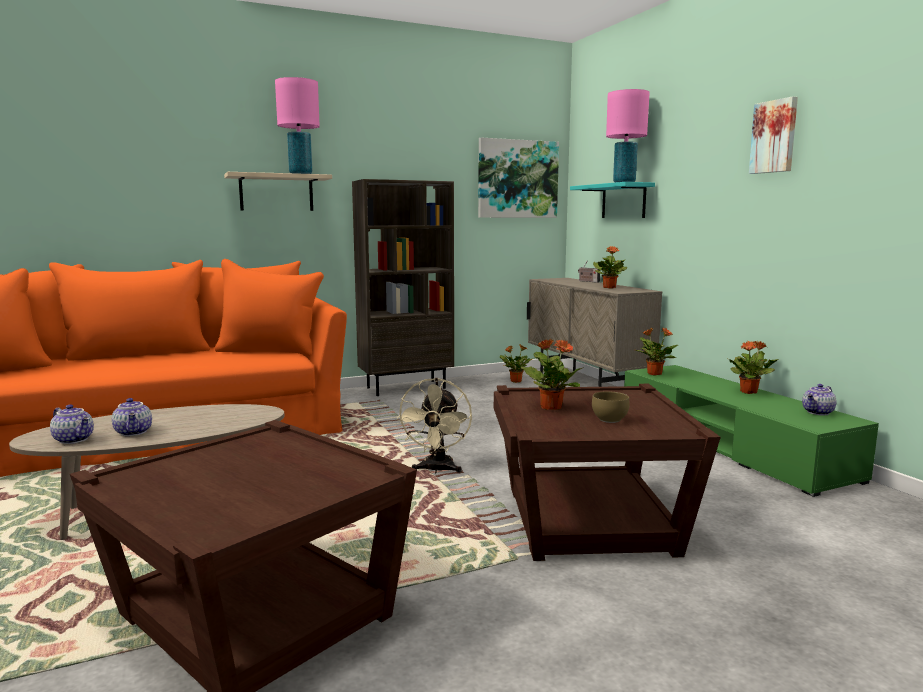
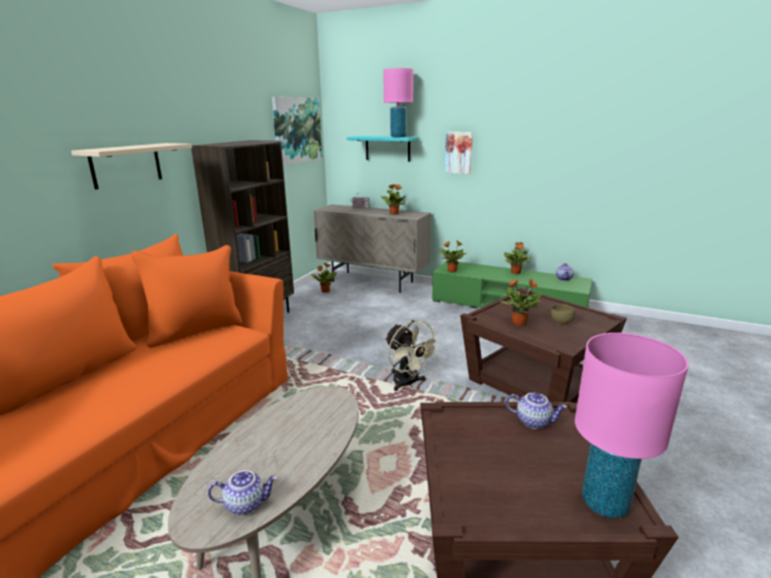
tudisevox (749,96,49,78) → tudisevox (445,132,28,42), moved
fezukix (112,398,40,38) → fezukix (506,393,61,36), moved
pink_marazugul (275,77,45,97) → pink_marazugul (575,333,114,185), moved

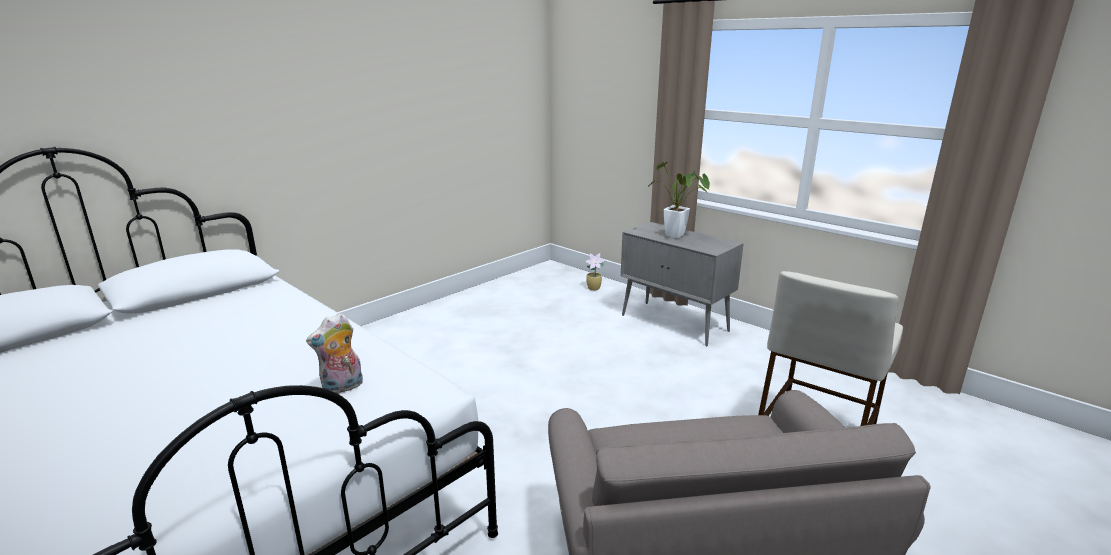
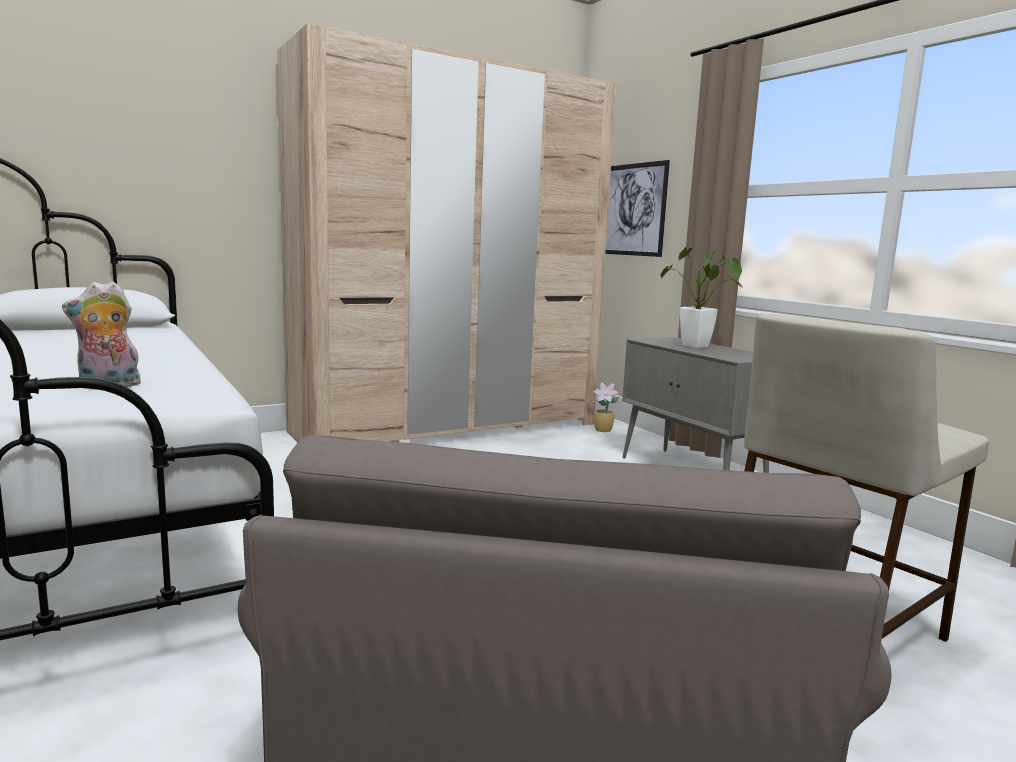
- → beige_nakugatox (277,24,340,419)
- → tudisevox (605,160,65,97)

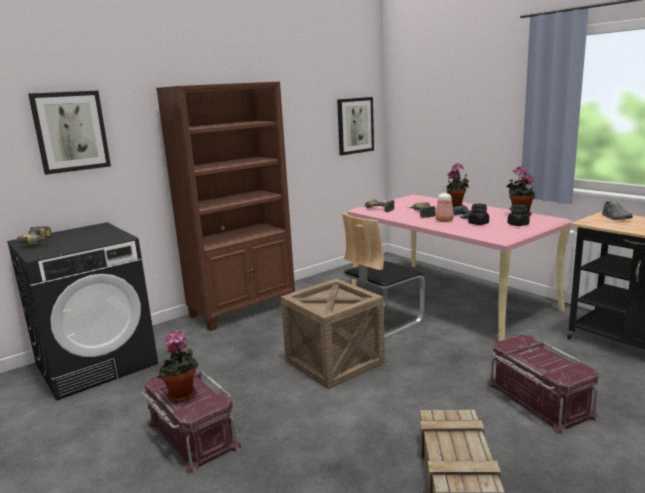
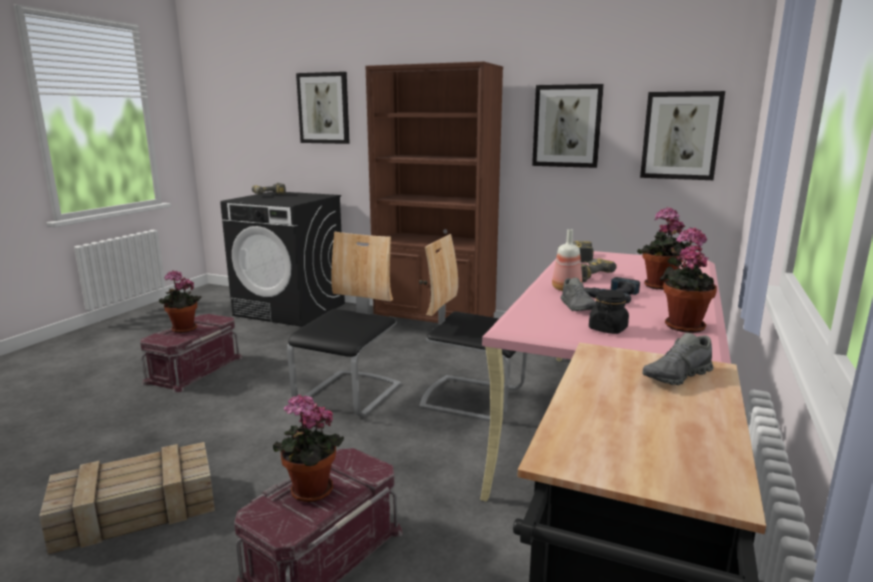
- → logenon (273,394,71,109)
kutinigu (281,279,104,111) → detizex (287,232,114,185)
- → tudisevox (532,84,72,84)
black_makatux (468,204,21,21) → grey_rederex (561,277,35,34)

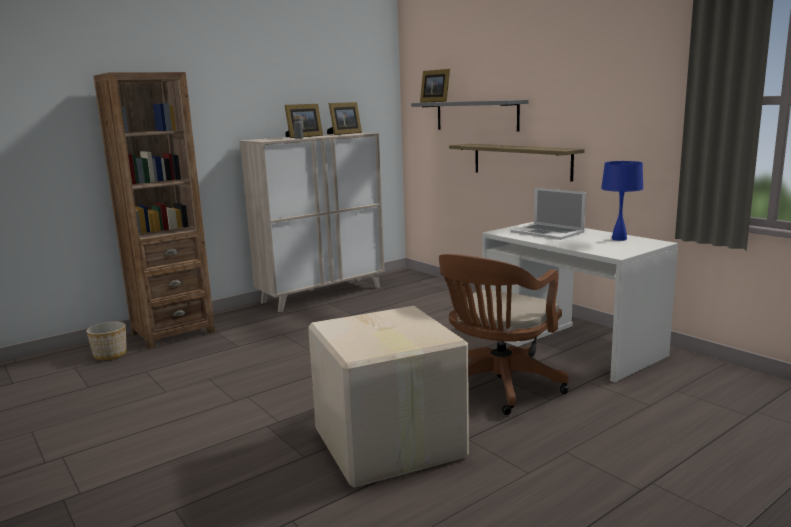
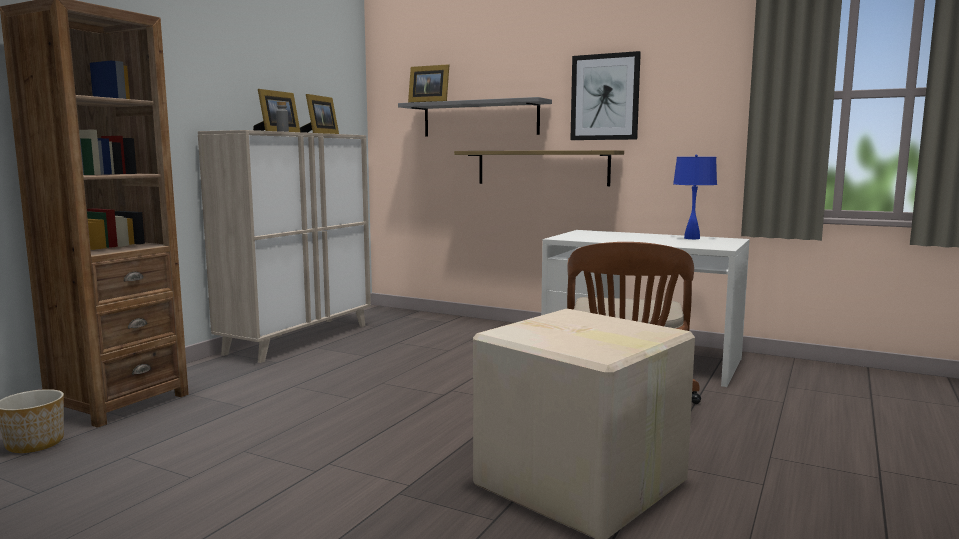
- → tudisevox (570,51,71,89)
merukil (511,188,75,52) → -

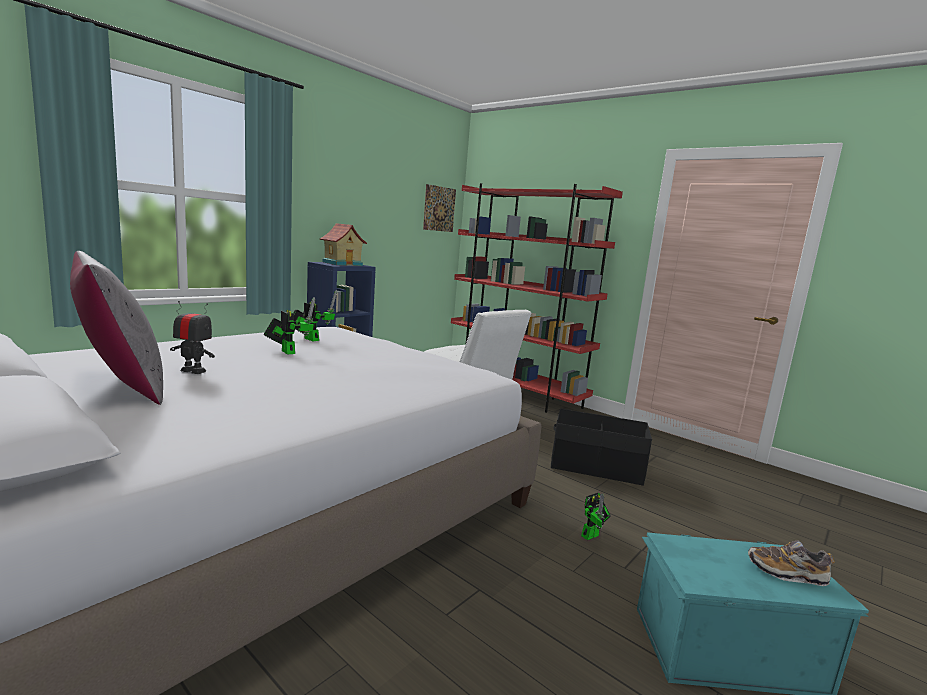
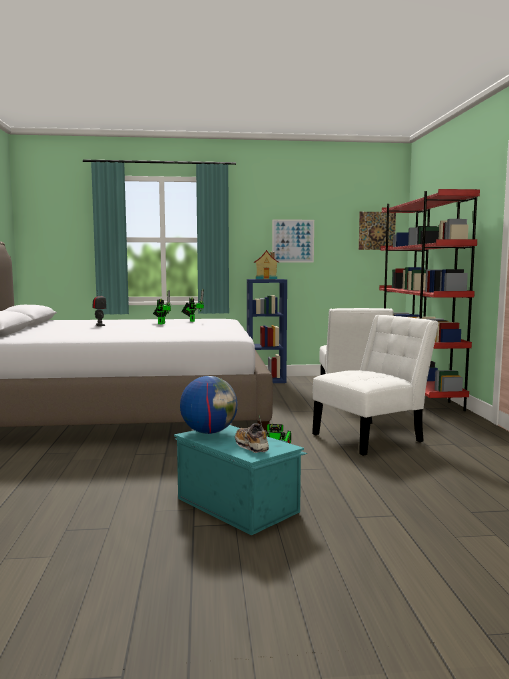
- → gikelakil (180,376,58,58)
- → tudisevox (272,219,42,44)
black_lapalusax (551,408,101,78) → white_detizex (312,315,127,141)
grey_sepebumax (70,251,93,154) → -

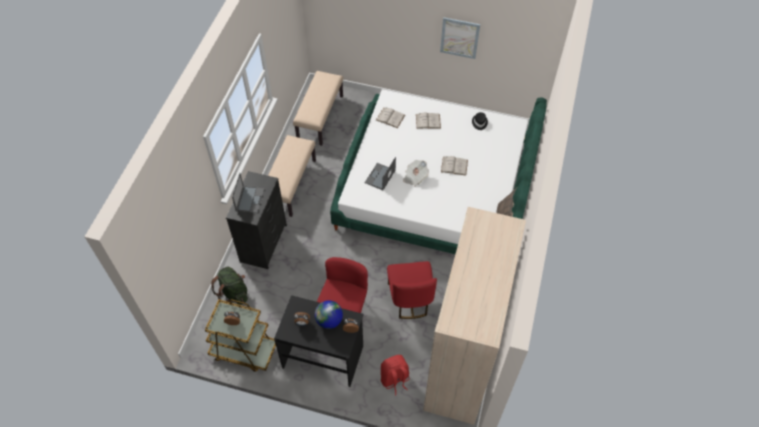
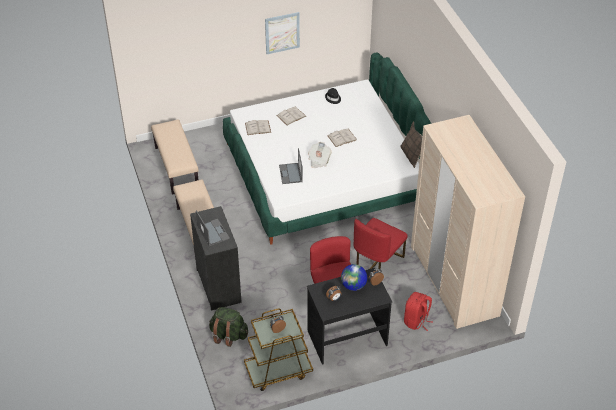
red_detizex (387,261,50,58) → red_detizex (354,218,54,51), 75 degrees clockwise

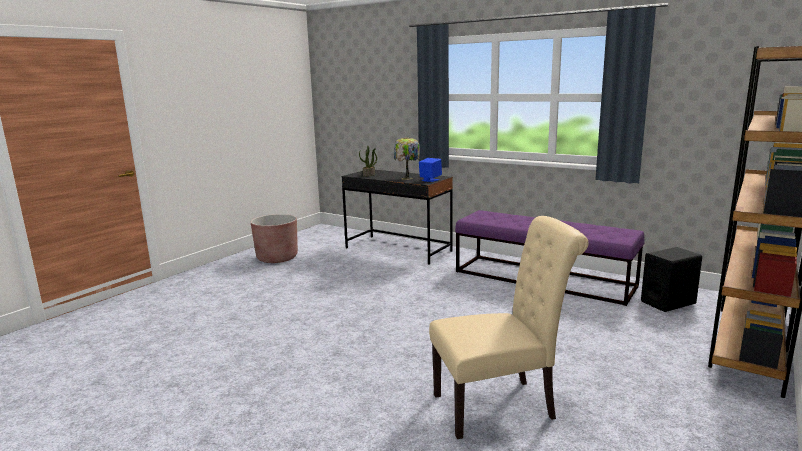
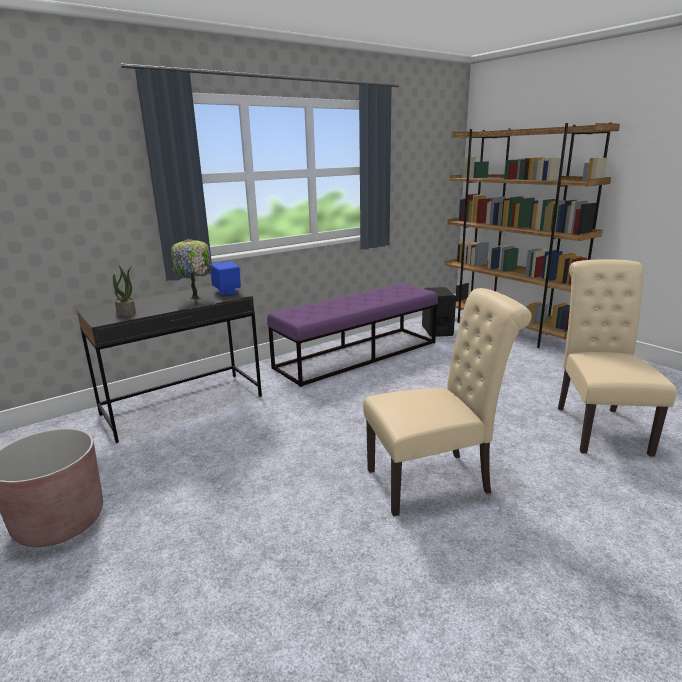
- → beige_detizex (363,288,169,229)

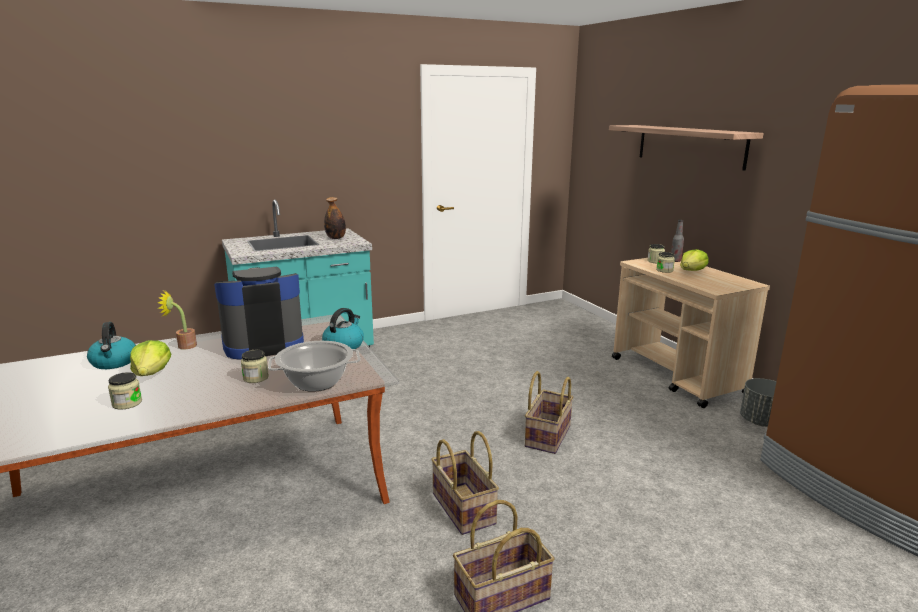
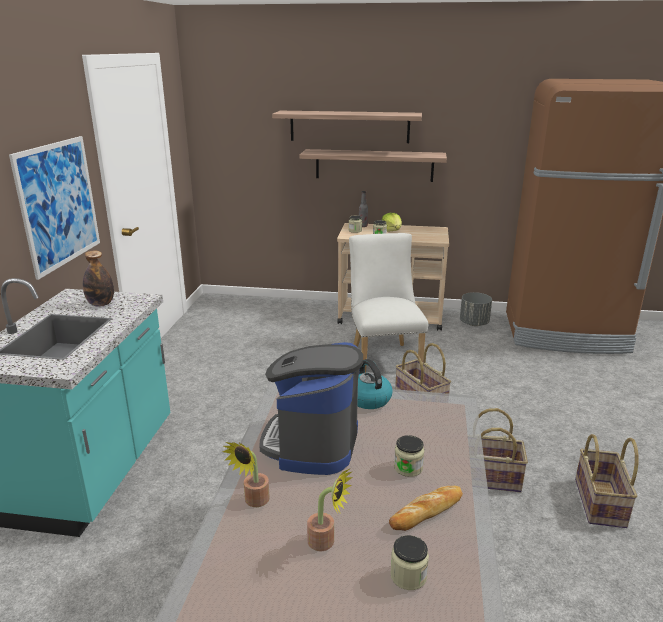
- → tudisevox (9,136,91,144)
- → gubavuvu (300,149,147,33)
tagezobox (130,340,41,36) → logenon (307,468,46,83)
- → white_detizex (349,233,79,140)
- → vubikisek (389,486,74,45)
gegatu (87,322,49,47) → -
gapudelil (268,341,92,51) → -

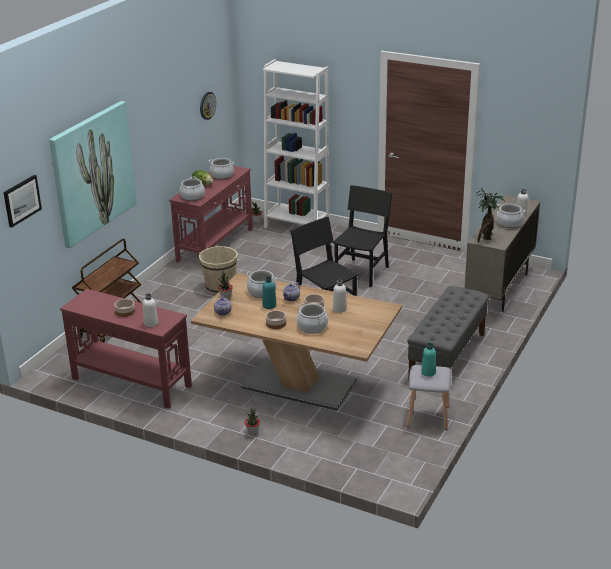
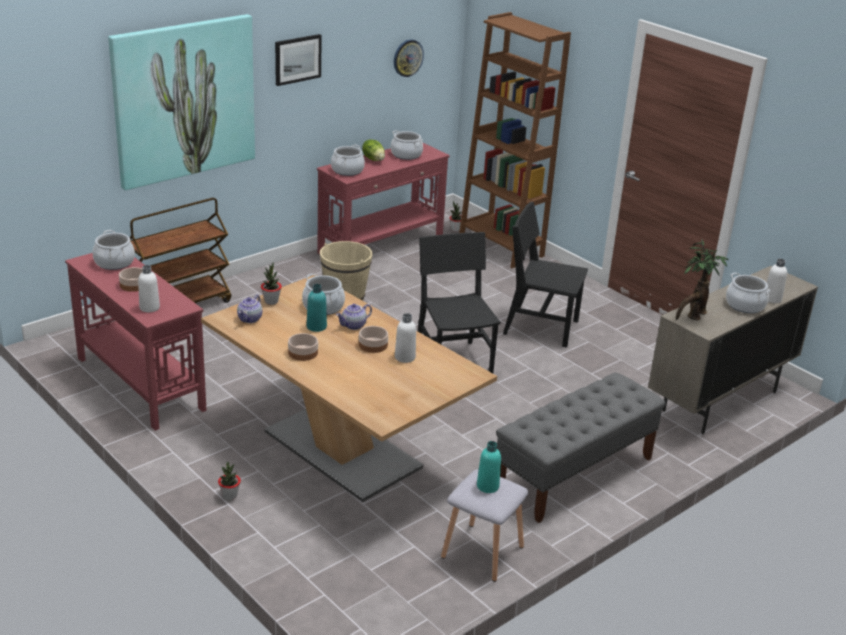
gapudelil (297,303,31,31) → gapudelil (93,230,42,40), moved
tudisevox (3,175,39,52) → tudisevox (275,34,47,52), moved
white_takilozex (263,59,66,169) → brown_takilozex (459,12,112,256)
black_detizex (333,185,59,102) → black_detizex (503,202,85,146), 120 degrees counterclockwise

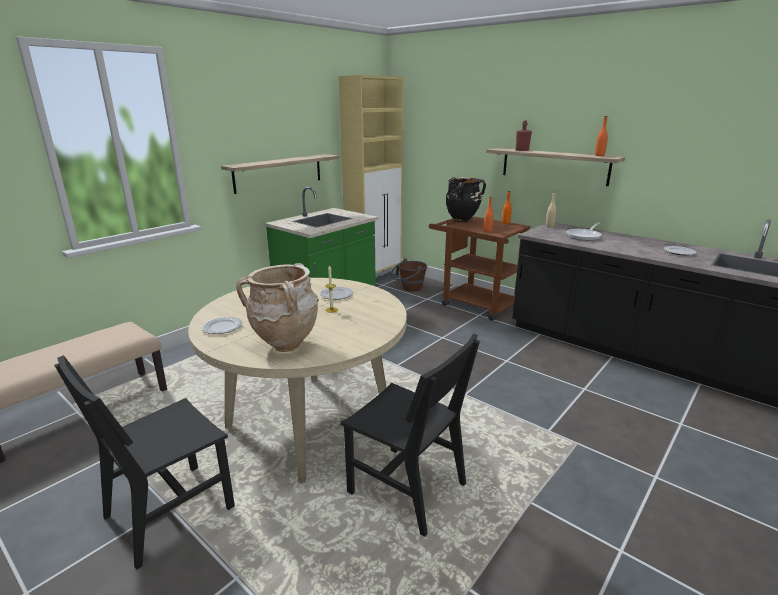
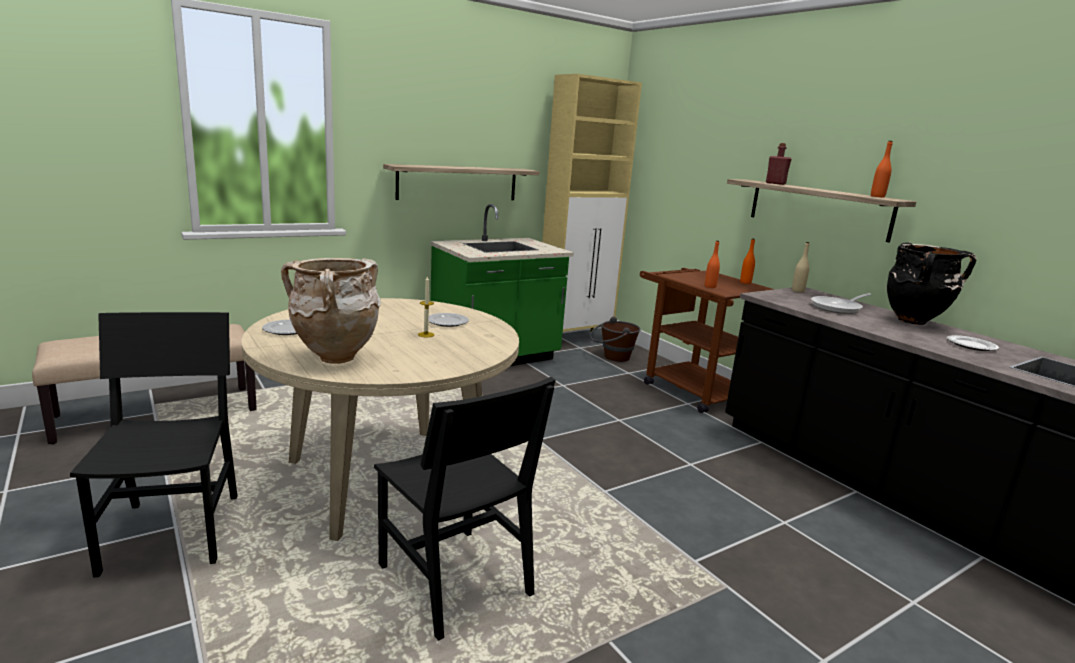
black_detizex (54,355,181,215) → black_detizex (70,312,167,266), 105 degrees clockwise
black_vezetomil (446,177,40,45) → black_vezetomil (887,242,89,83), moved

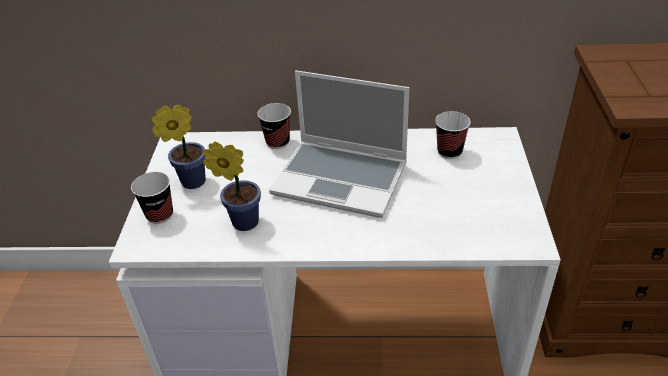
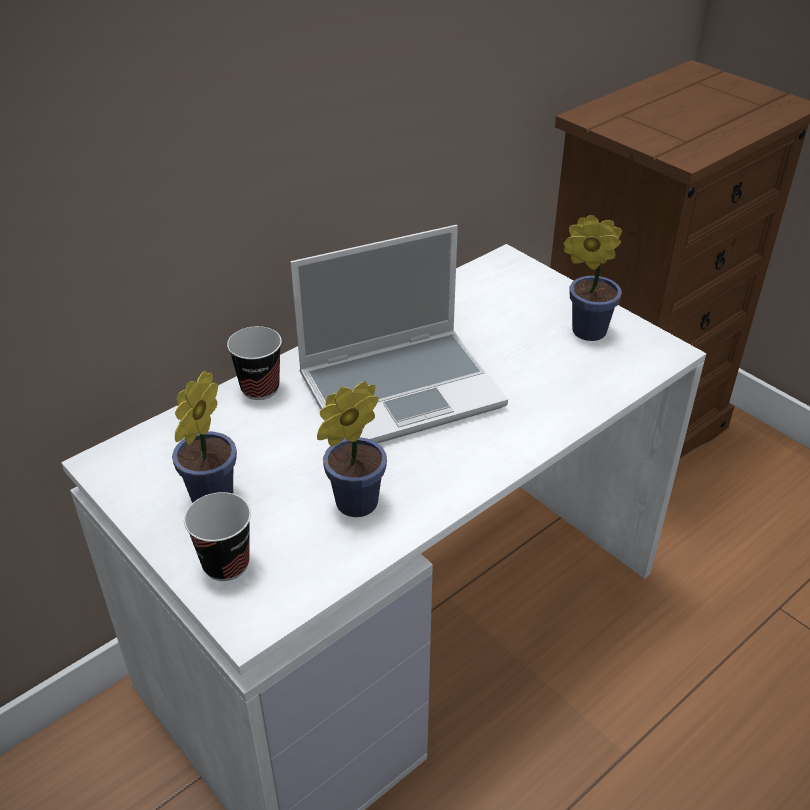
- → logenon (564,214,58,127)
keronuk (435,111,36,48) → -

